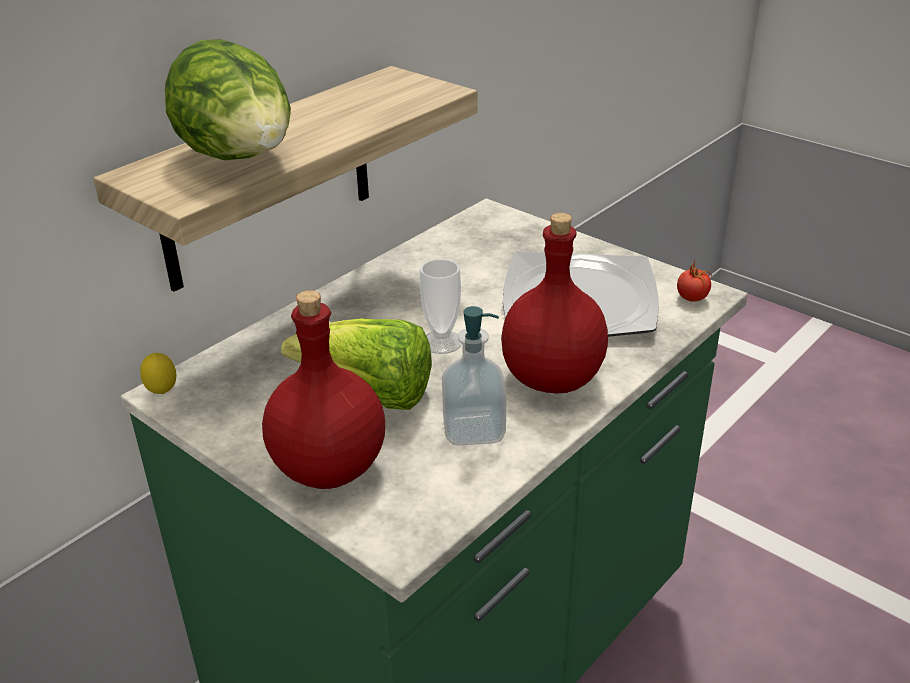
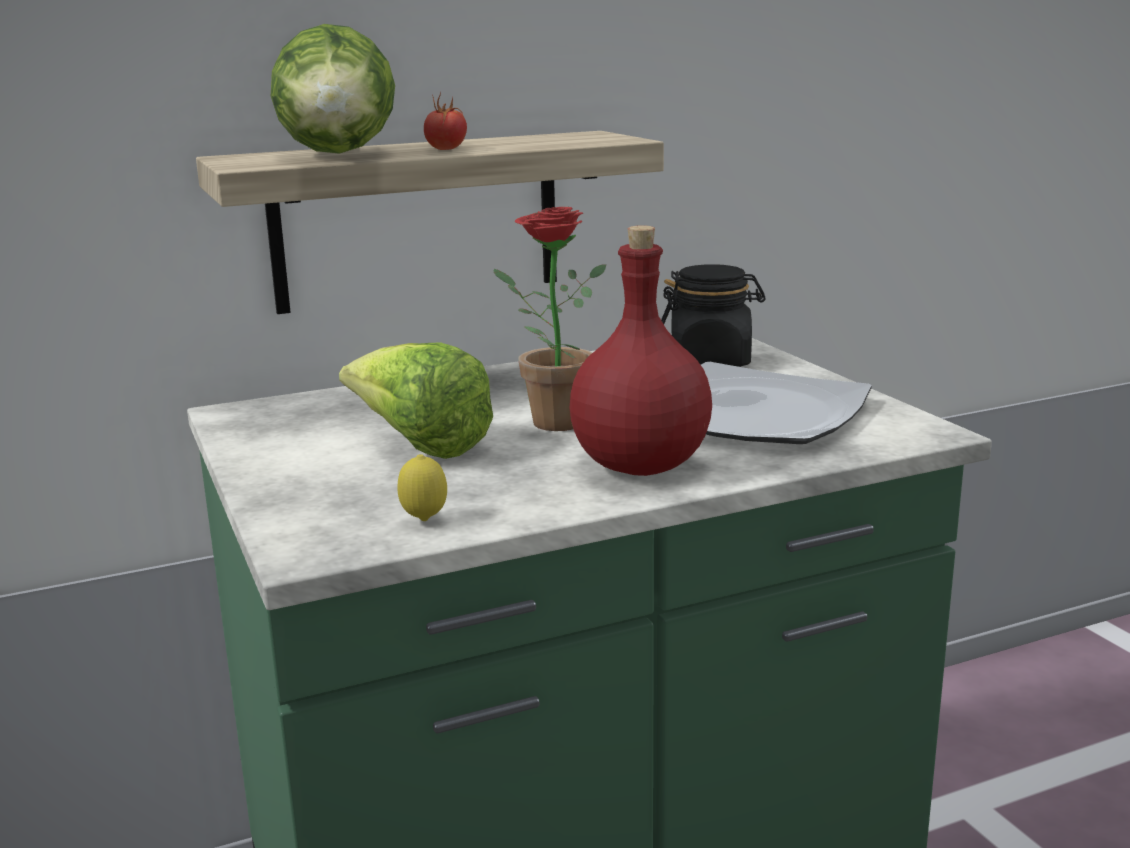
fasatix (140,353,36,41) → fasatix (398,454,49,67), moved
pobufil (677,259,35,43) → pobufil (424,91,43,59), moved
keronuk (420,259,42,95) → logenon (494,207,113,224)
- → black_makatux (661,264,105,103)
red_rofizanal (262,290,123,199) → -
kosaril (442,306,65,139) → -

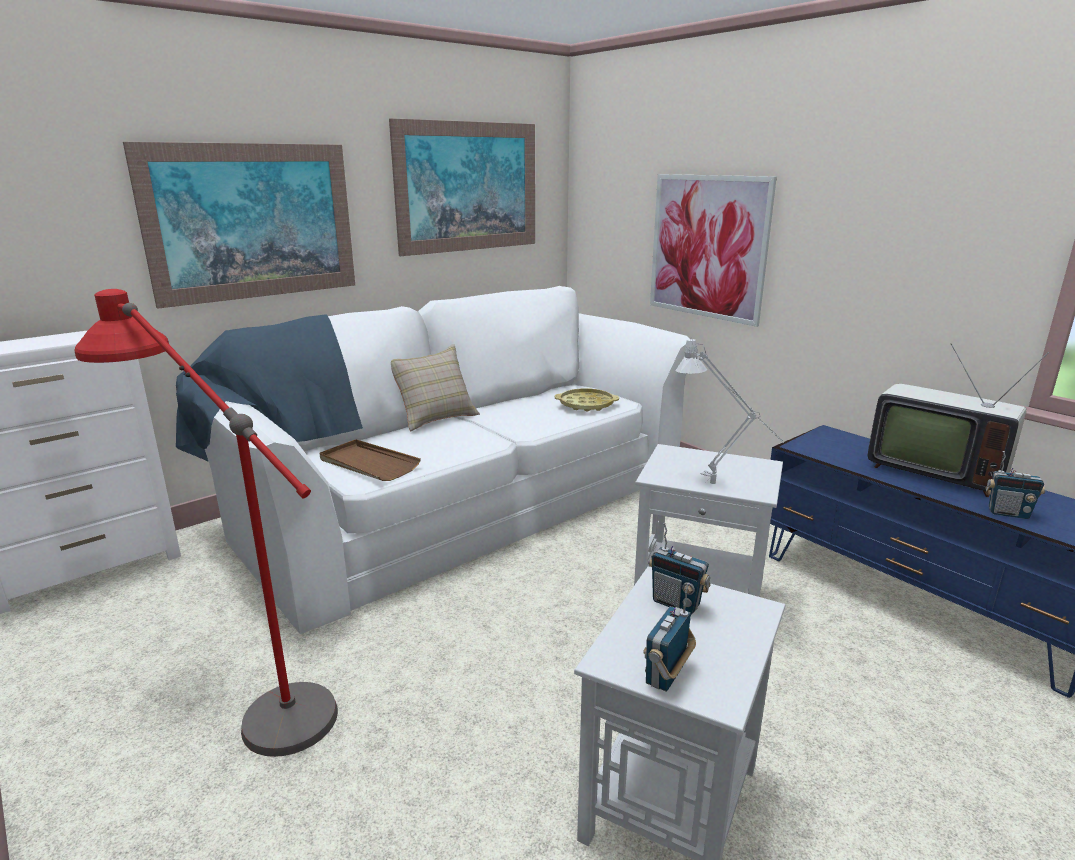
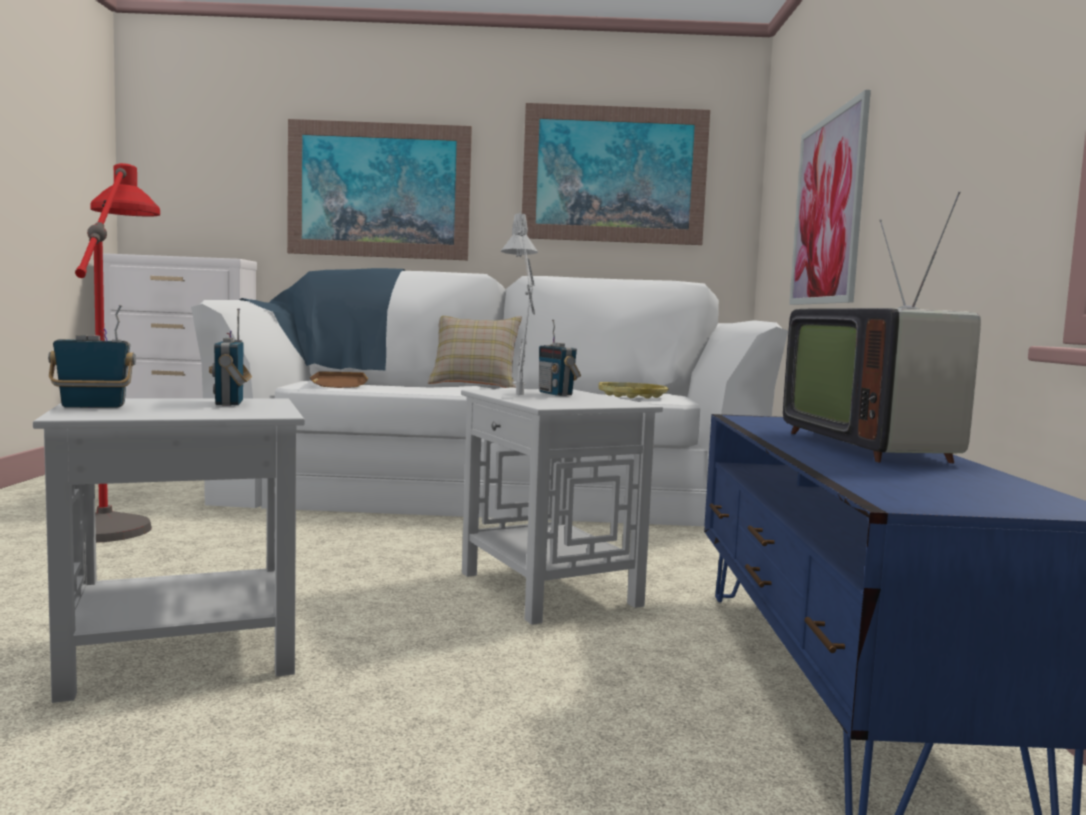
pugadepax (986,451,60,68) → pugadepax (539,320,42,76), moved

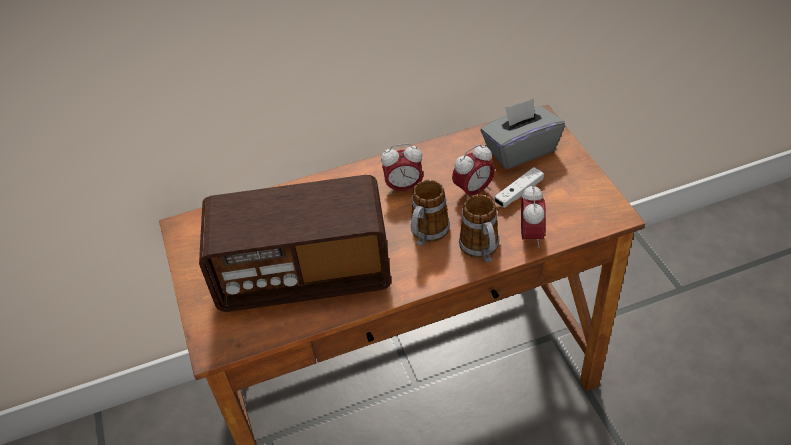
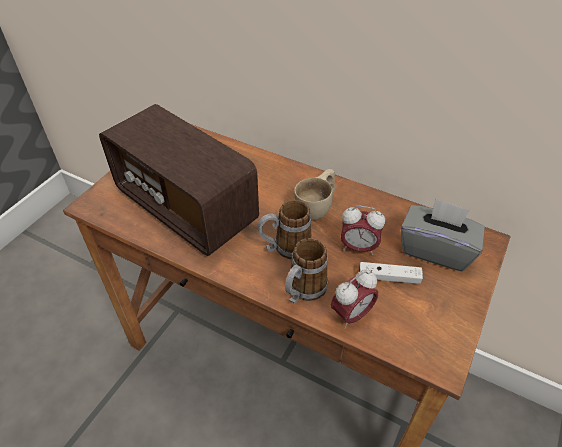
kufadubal (381,143,42,52) → beige_keronuk (294,169,41,52)

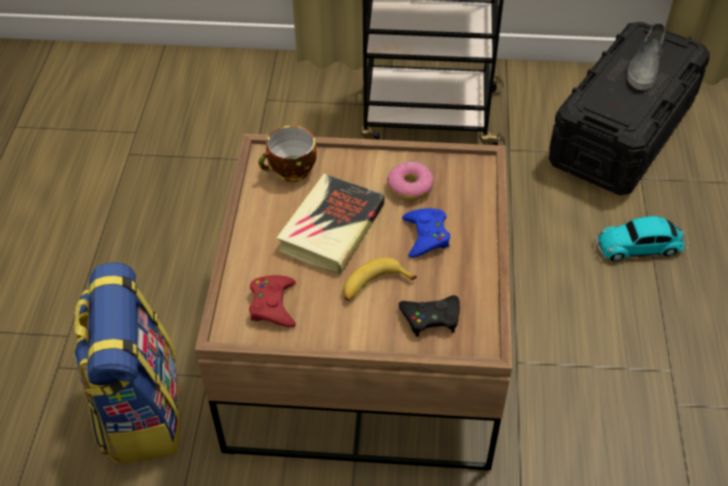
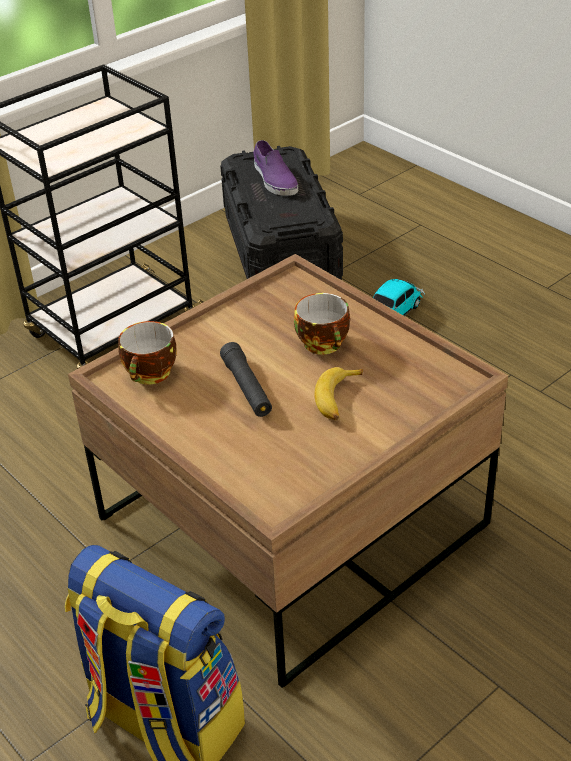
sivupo (277,174,108,101) → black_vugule (220,342,52,75)
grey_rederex (627,23,39,67) → purple_rederex (253,140,45,56)
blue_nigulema (402,208,48,50) → keronuk (294,293,56,62)
red_nigulema (249,275,47,52) → -
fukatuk (387,161,47,40) → -
black_nigulema (399,295,61,42) → -

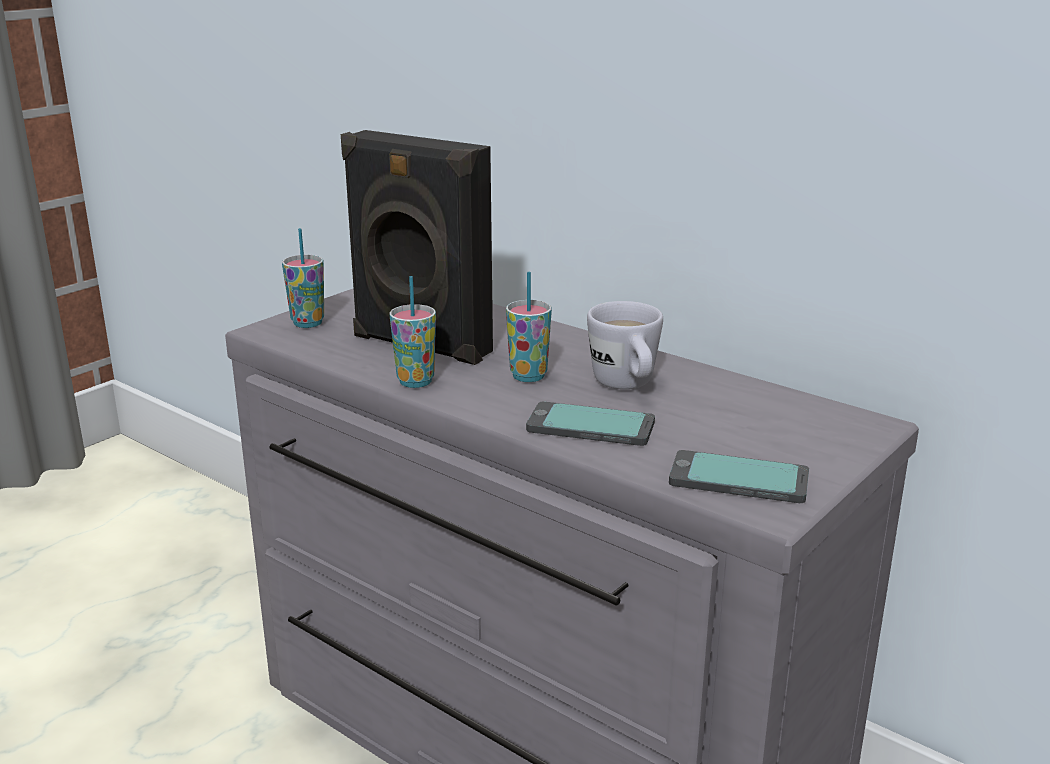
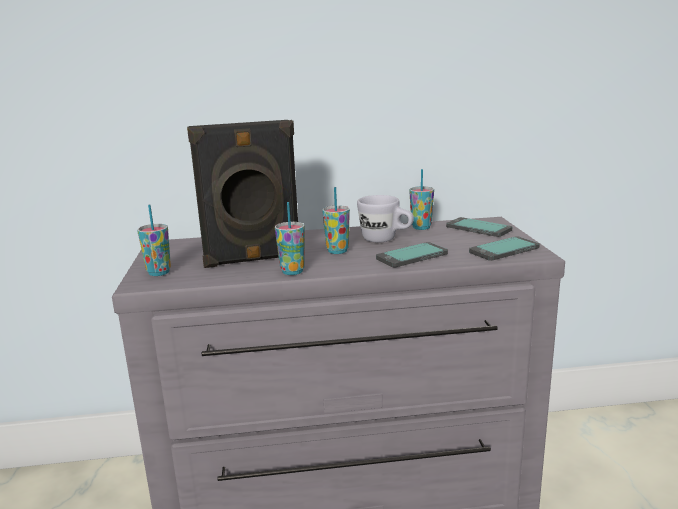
- → keronuk (409,169,25,61)
- → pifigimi (446,217,66,20)

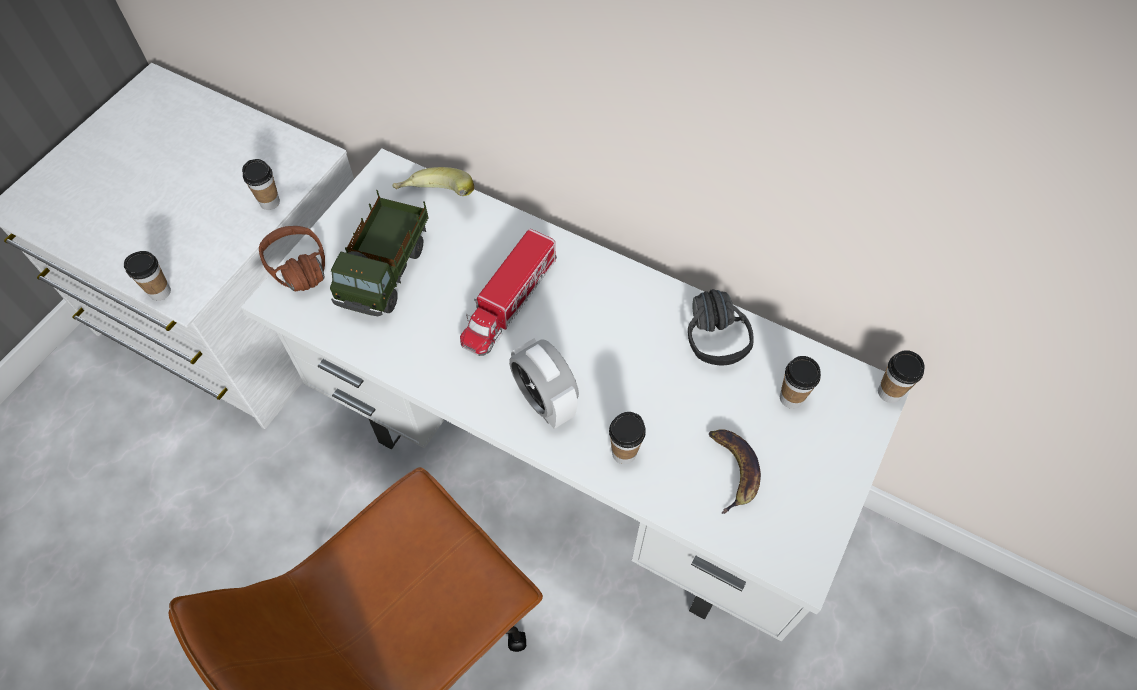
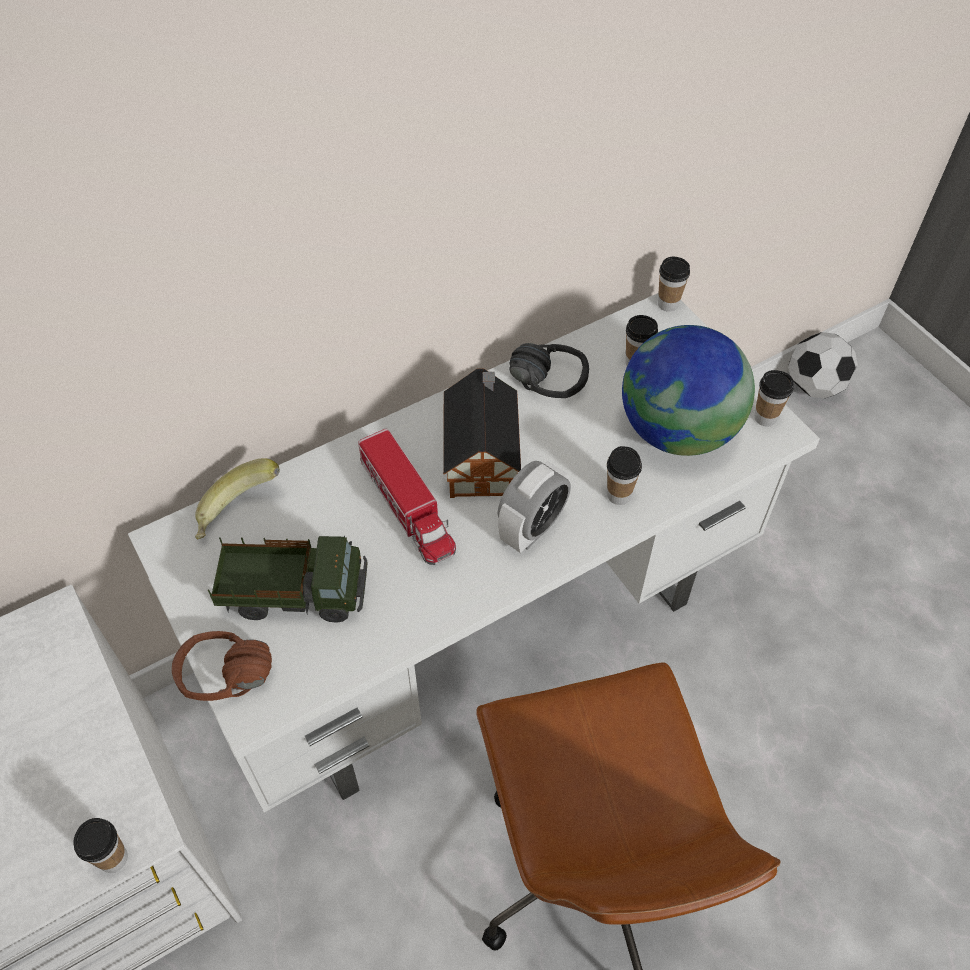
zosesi (330,190,99,126) → zosesi (208,536,160,87), 45 degrees counterclockwise
- → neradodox (443,368,78,130)
kufadubal (509,338,70,91) → kufadubal (497,461,74,92), 45 degrees counterclockwise
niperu (709,429,52,85) → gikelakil (622,325,133,131)
keronuk (242,159,38,51) → keronuk (754,370,40,57), moved
- → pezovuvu (788,332,70,66)

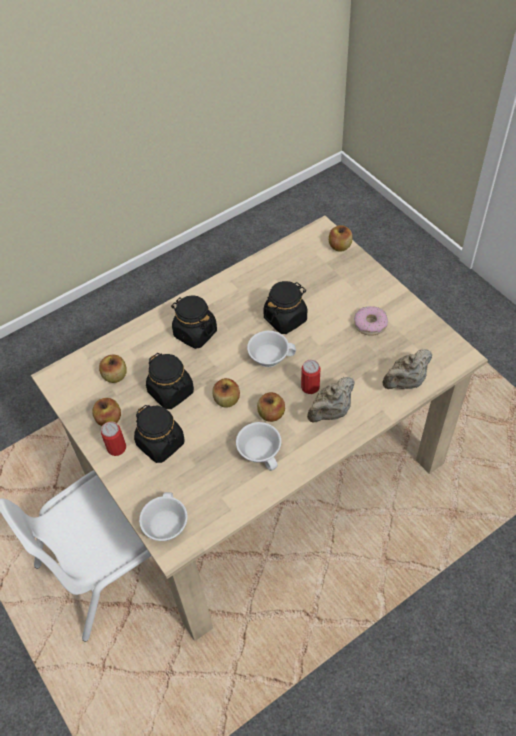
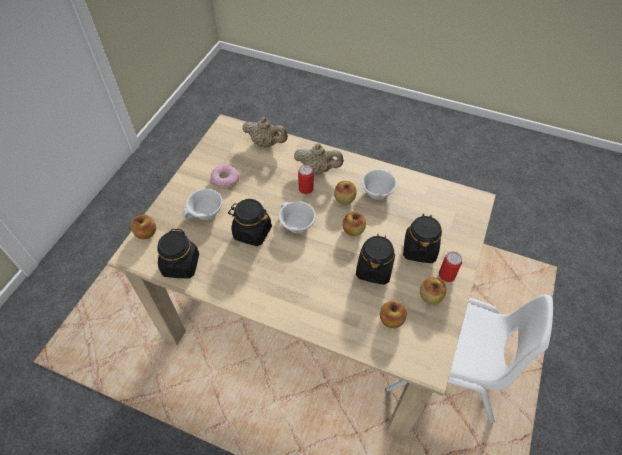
black_makatux (171,295,46,54) → black_makatux (157,228,42,51), moved
white_keronuk (139,492,49,49) → white_keronuk (182,189,41,31), moved

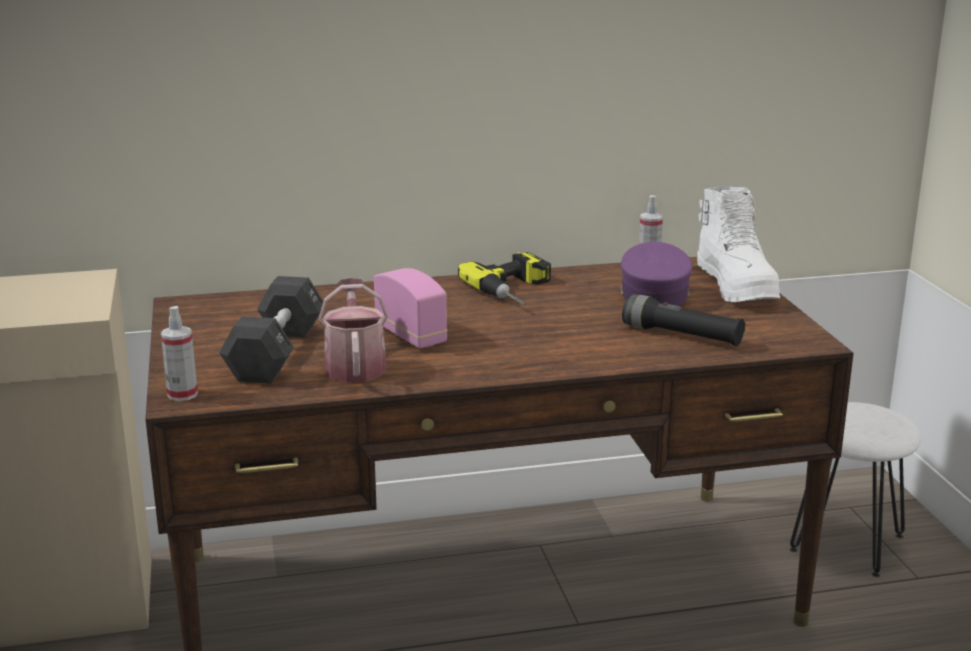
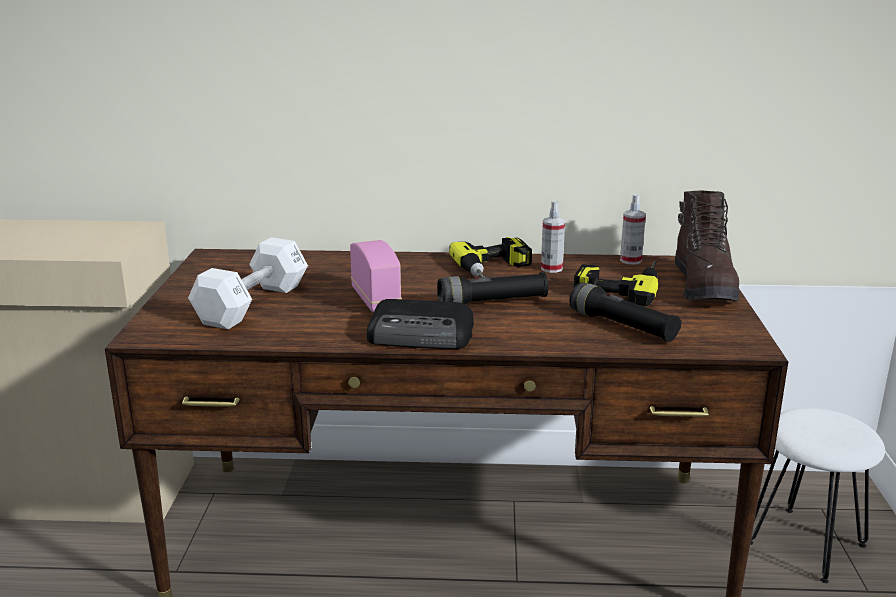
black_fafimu (219,276,104,107) → white_fafimu (188,237,120,92)
- → pugadepax (367,299,107,50)
- → black_vugule (437,272,111,32)
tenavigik (161,306,37,95) → tenavigik (541,201,24,72), moved
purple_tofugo (621,242,71,64) → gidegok (574,260,84,46)
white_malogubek (697,187,83,115) → brown_malogubek (675,190,64,111)
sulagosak (318,278,70,105) → -

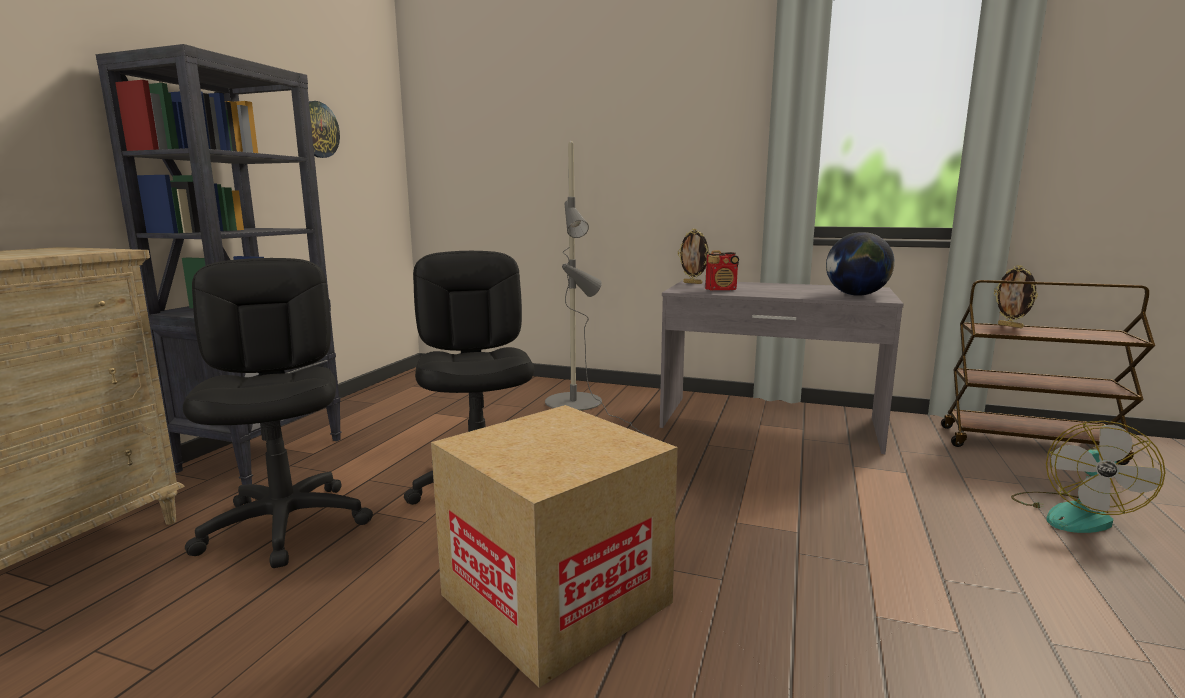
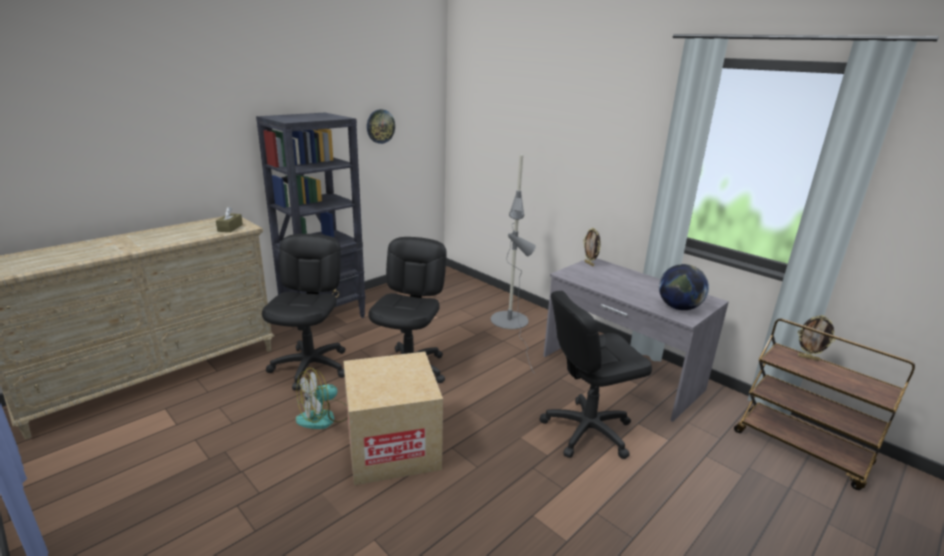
- → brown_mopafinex (216,207,27,25)
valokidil (1011,421,155,112) → valokidil (296,368,52,61), moved
- → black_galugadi (539,291,113,168)
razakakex (994,265,44,63) → razakakex (798,315,37,46), 60 degrees counterclockwise
pugadepax (705,250,34,41) → -

